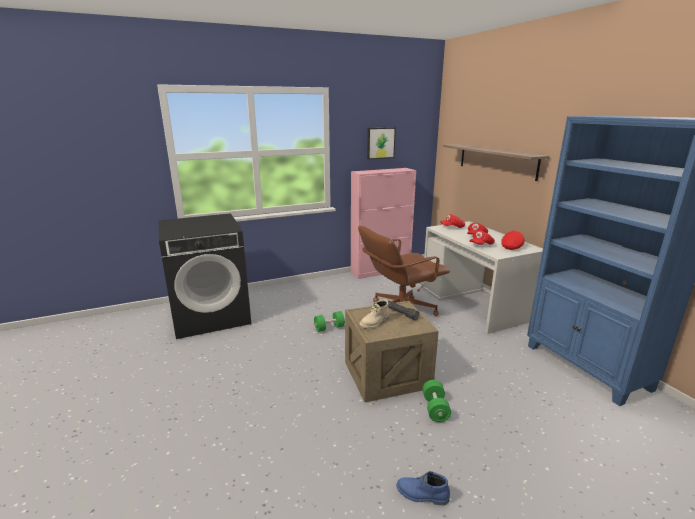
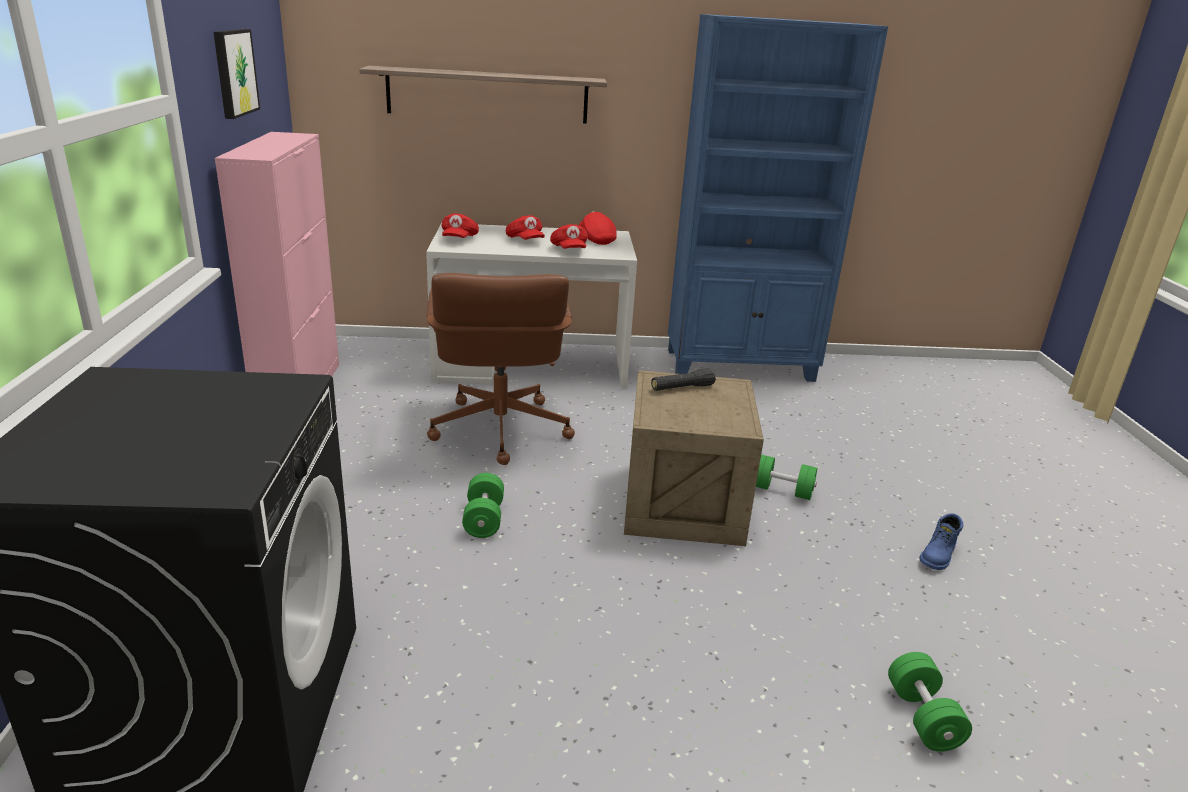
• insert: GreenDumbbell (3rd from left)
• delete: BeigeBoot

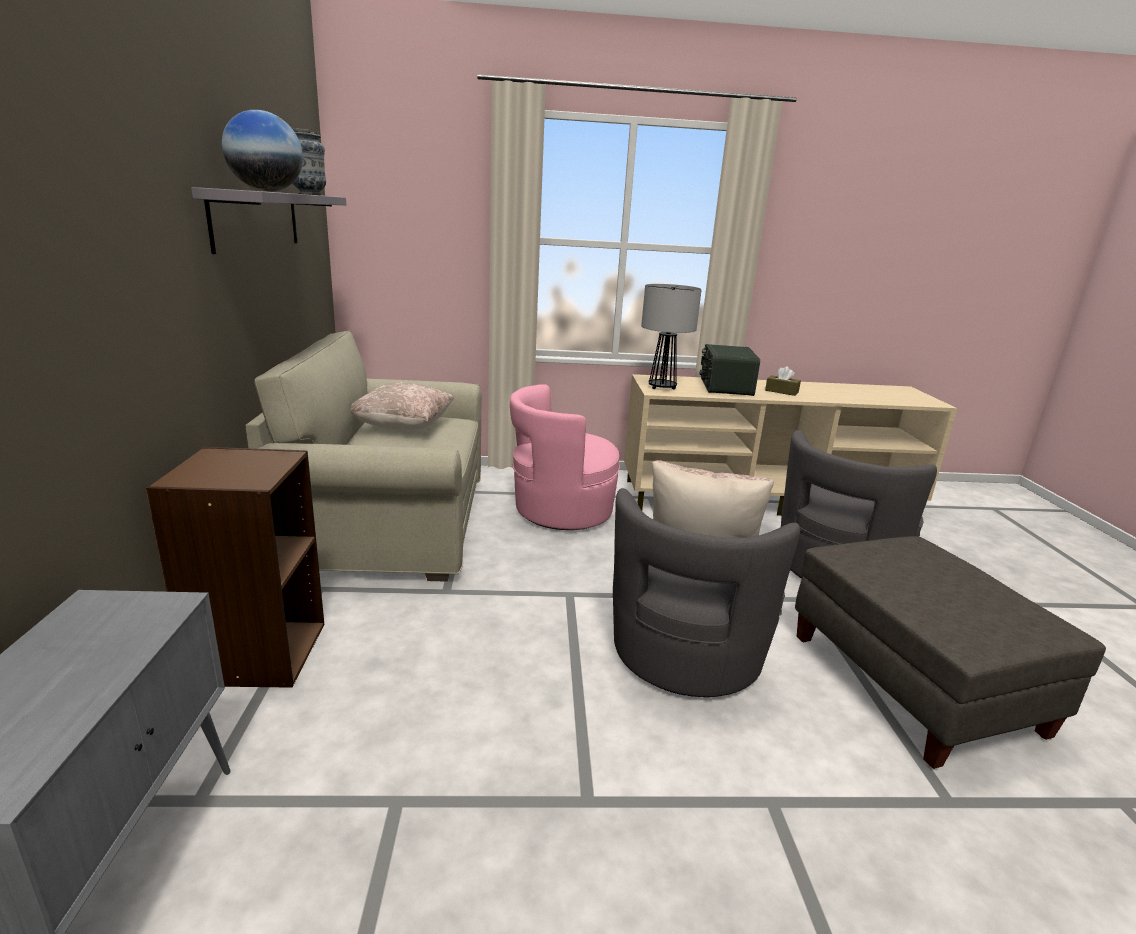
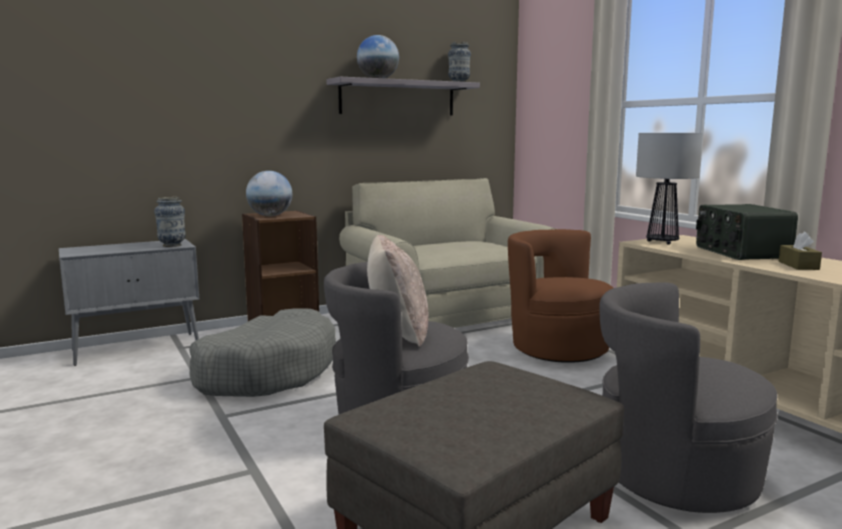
• insert: Vase (1st from left)
• insert: GreyDogBed
• insert: Globe (1st from left)
• recolor: PinkArmchair to BrownArmchair
• rotate: Radio 75 degrees counterclockwise
• delete: BeigePillow (1st from left)

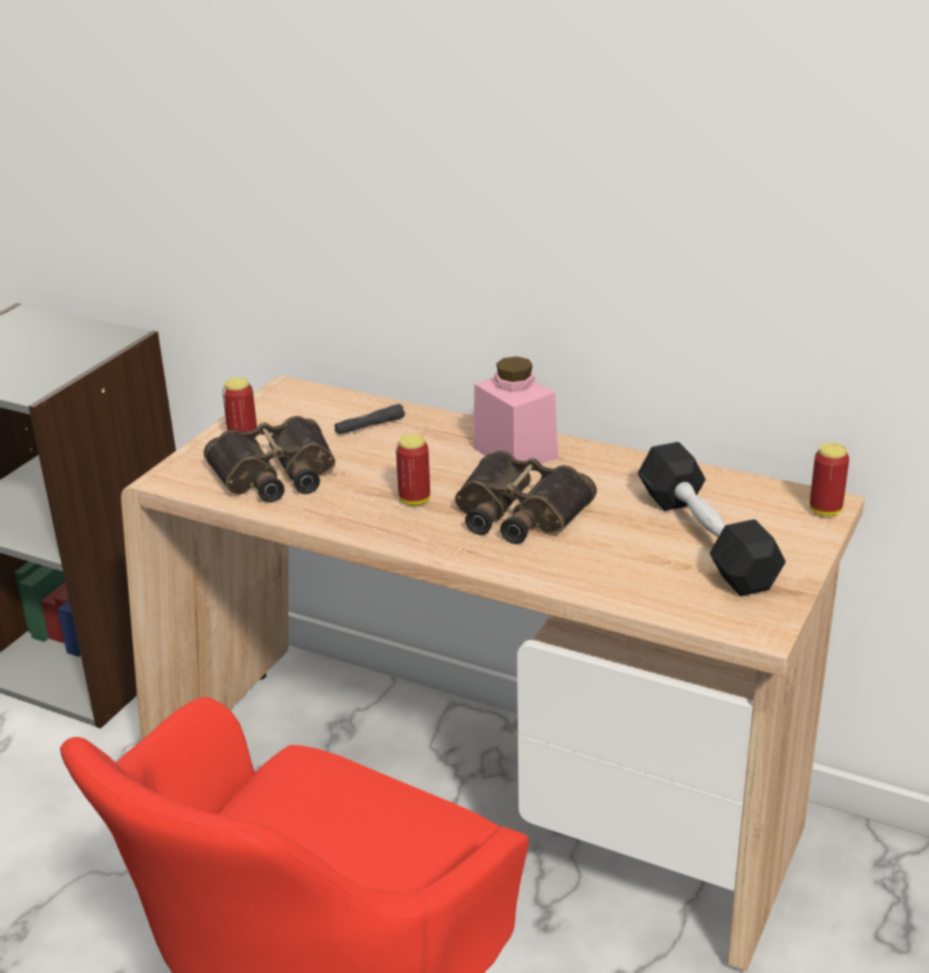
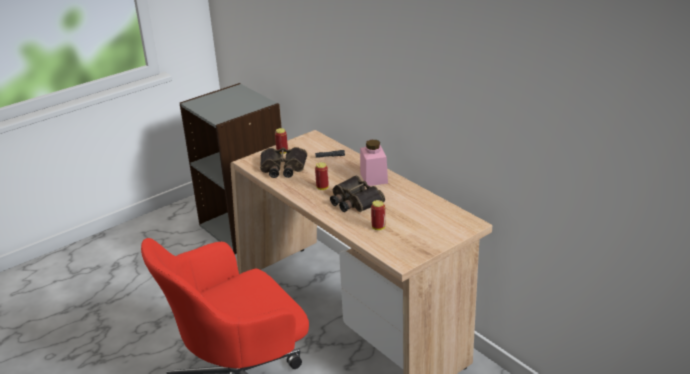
• move: Can (3rd from left)
• delete: BlackDumbbell

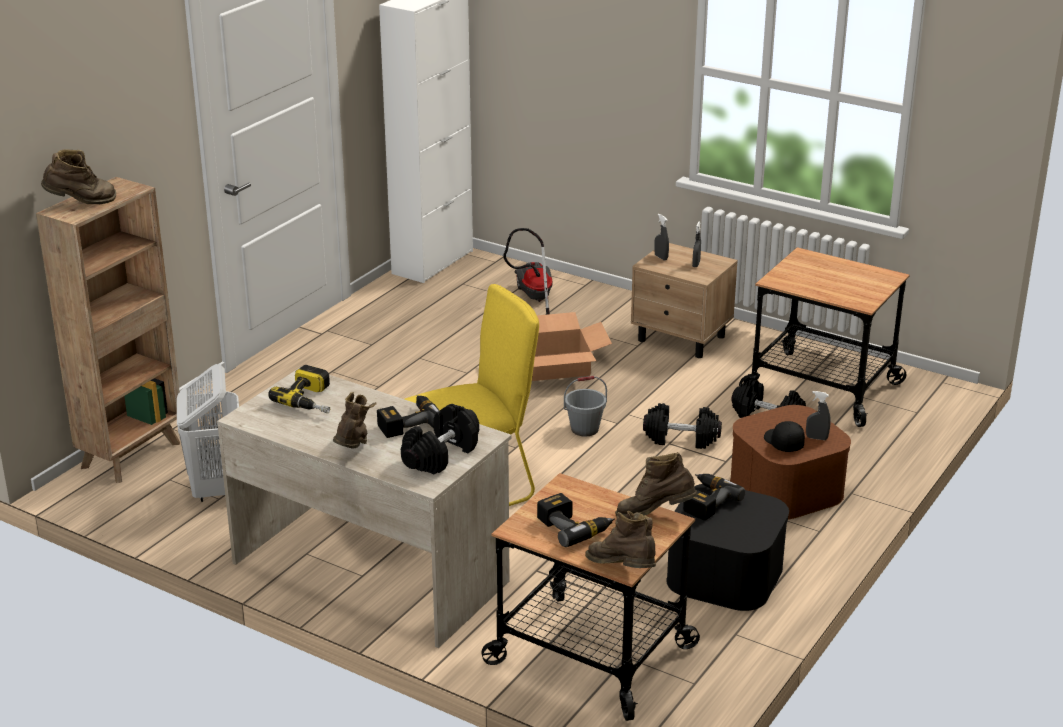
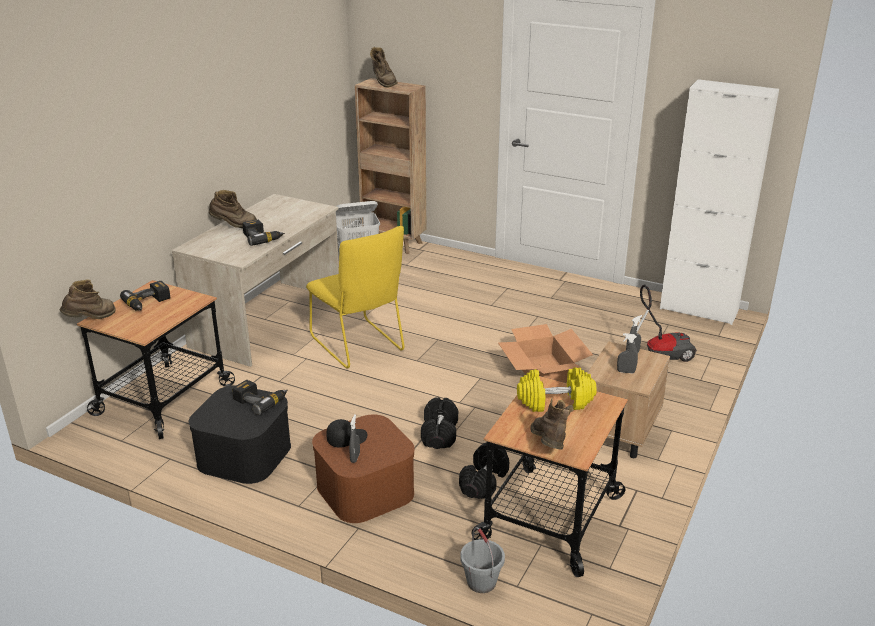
• move: GreyBucket
• insert: YellowDumbbell
• move: BrownBoot (4th from left)
• delete: PowerDrill (1st from left)
• delete: BlackDumbbell (1st from left)

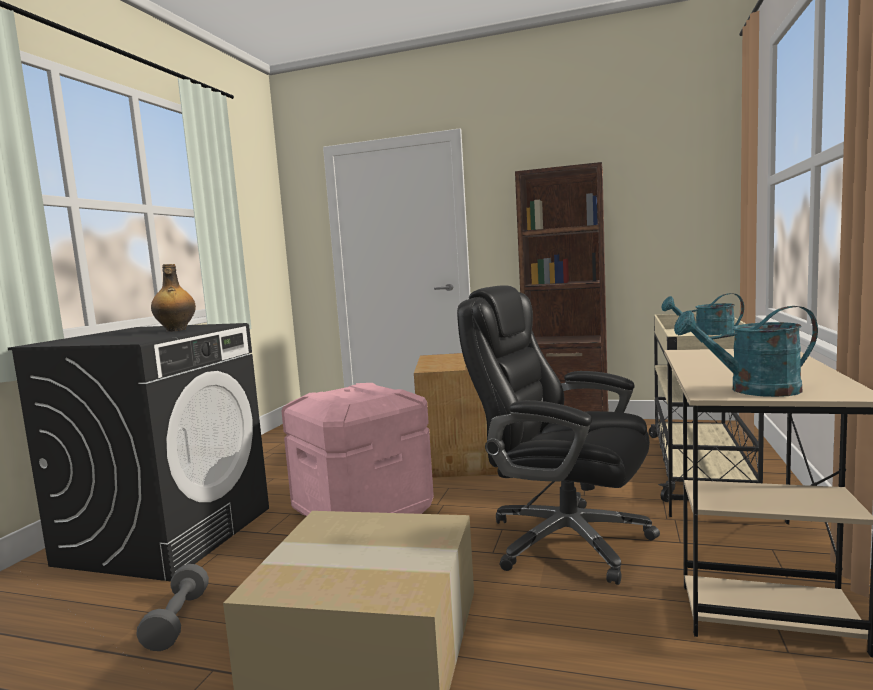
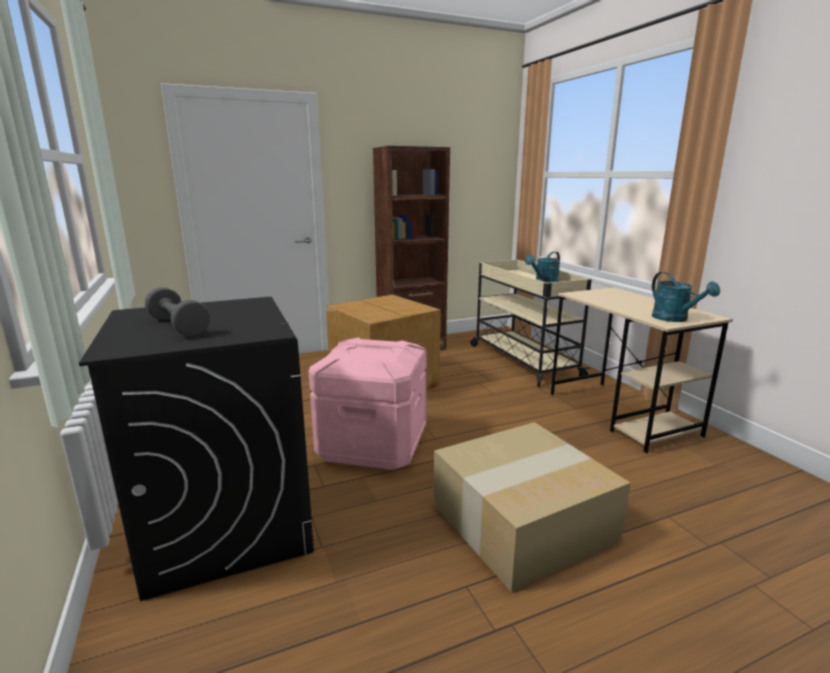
• move: GreyDumbbell
• rotate: TurquoiseWateringCan (2nd from left) 75 degrees counterclockwise
• delete: Bottle
• delete: BlackOfficeChair

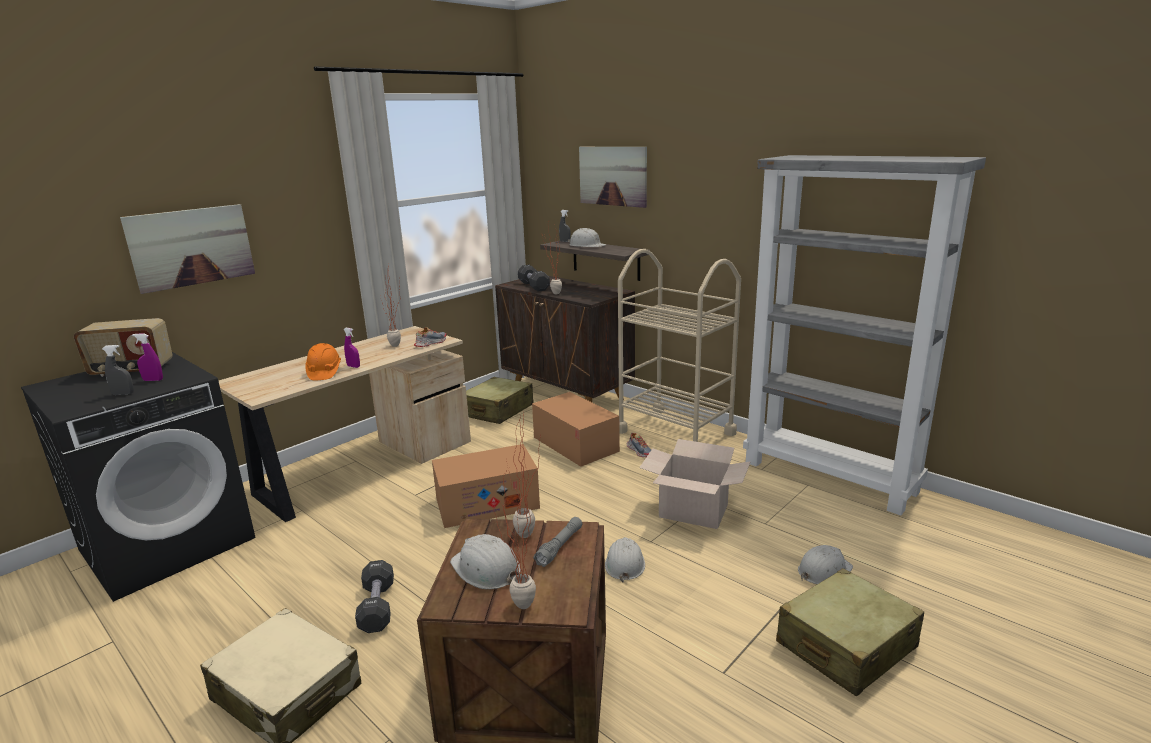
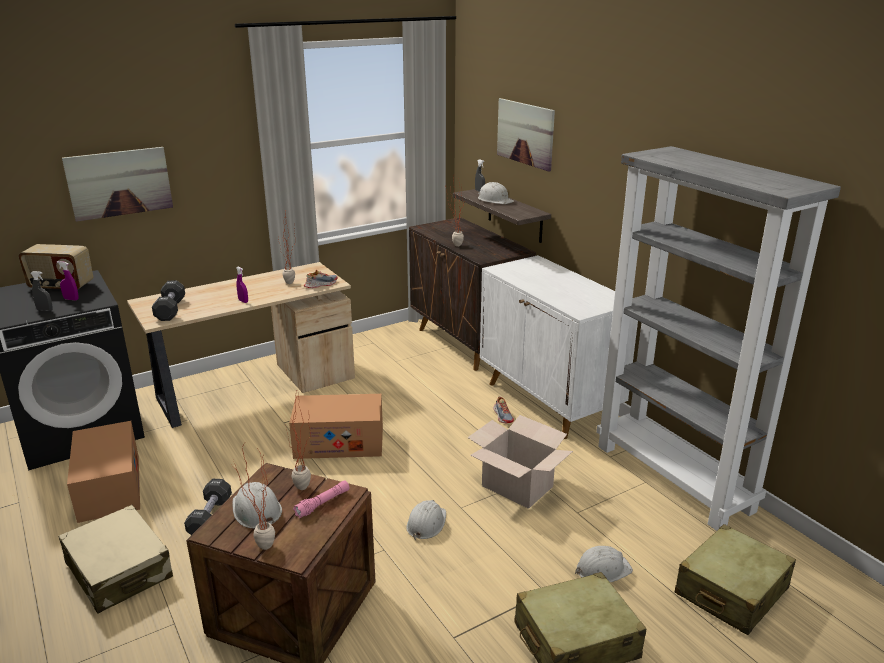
• move: CardboardBox (2nd from left in the first image) to CardboardBox (1st from left)
• move: BlackDumbbell (2nd from left in the first image) to BlackDumbbell (1st from left)
• recolor: GreyFlashlight to PinkFlashlight
• replace: BeigeCart to WhiteCabinet
• move: BeigeSuitcase (2nd from left in the first image) to BeigeSuitcase (3rd from left)
• delete: OrangeHardHat

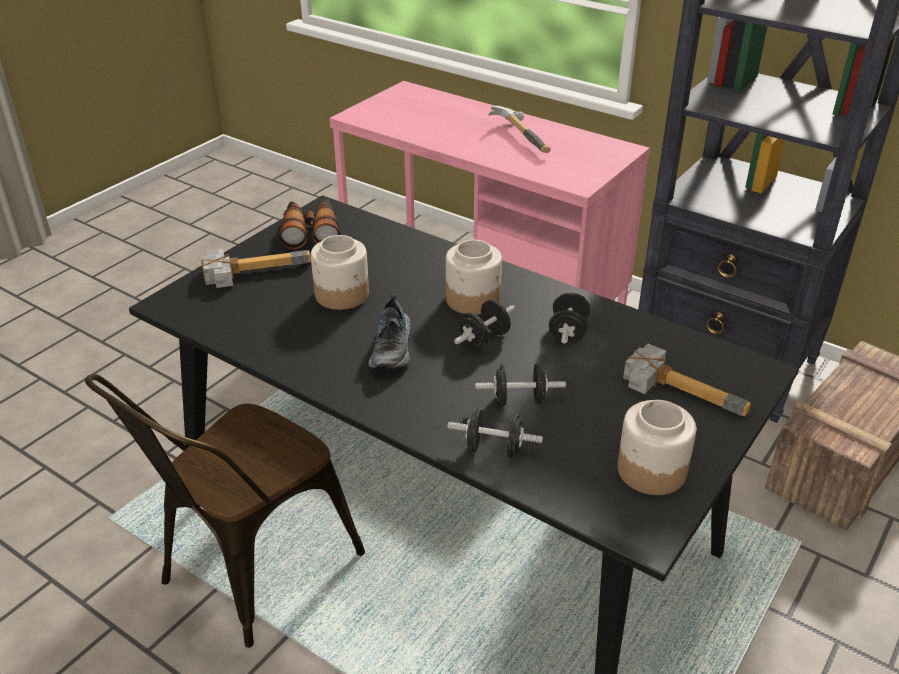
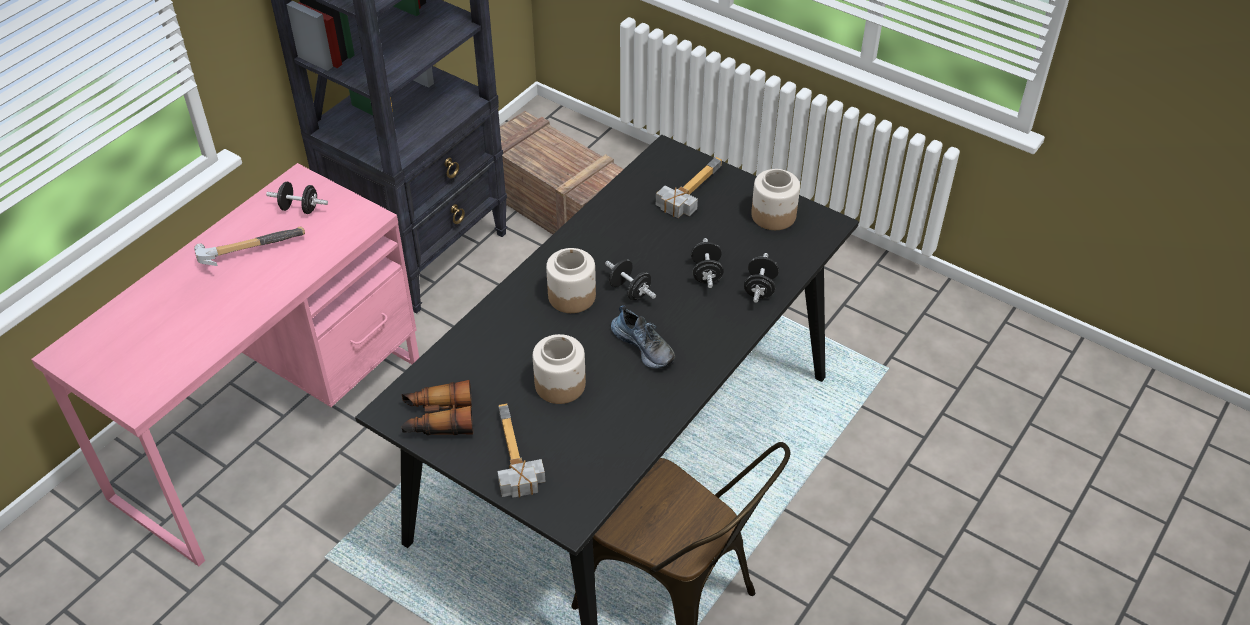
• move: BlackDumbbell (4th from left in the first image) to BlackDumbbell (1st from left)
• rotate: Shoe 45 degrees clockwise

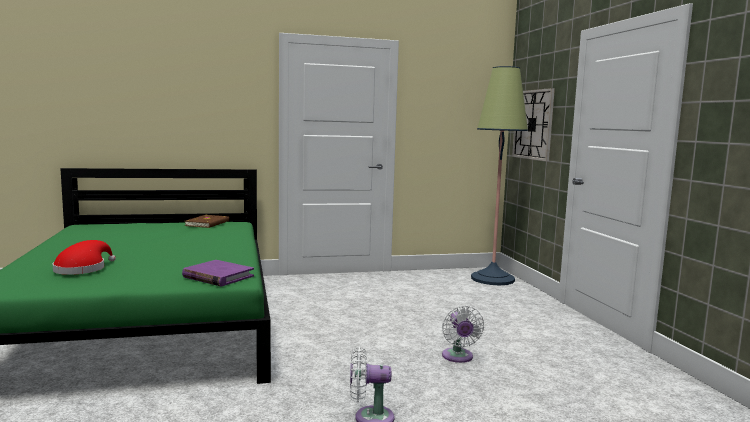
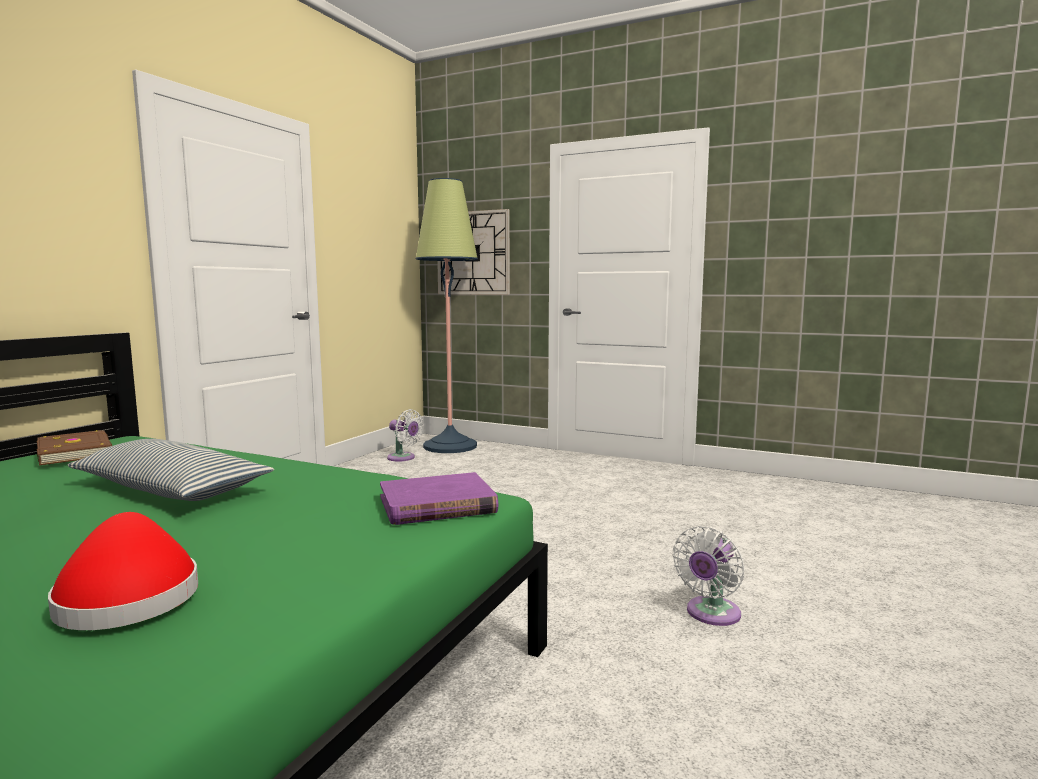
• insert: Pillow
• move: WhiteFan (2nd from left in the first image) to WhiteFan (1st from left)

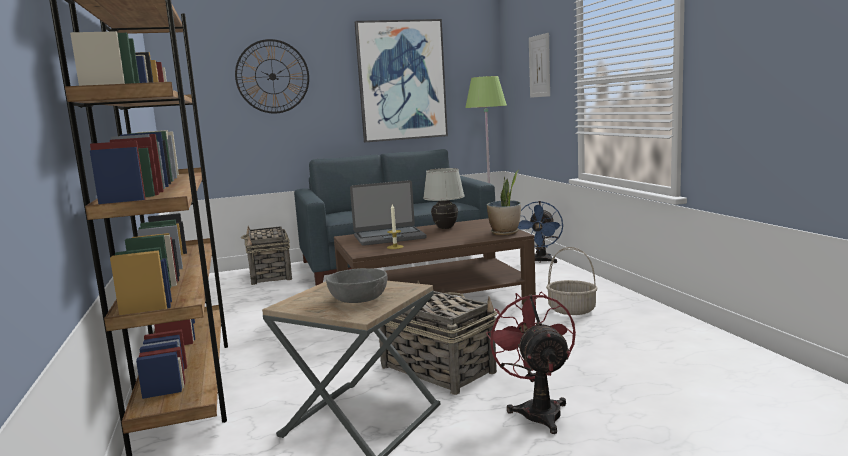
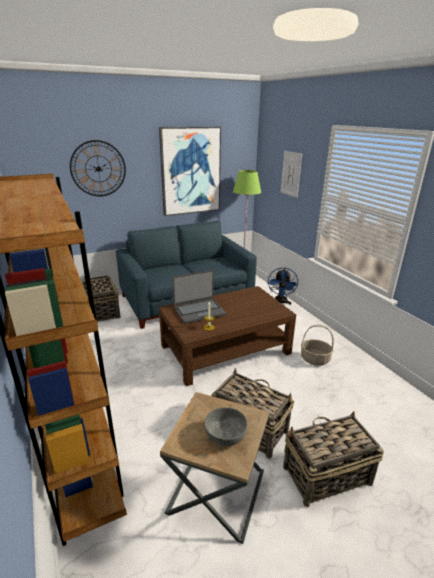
• replace: RedFan to Basket (4th from left)
• delete: WhiteTableLamp
• delete: PottedPlant

